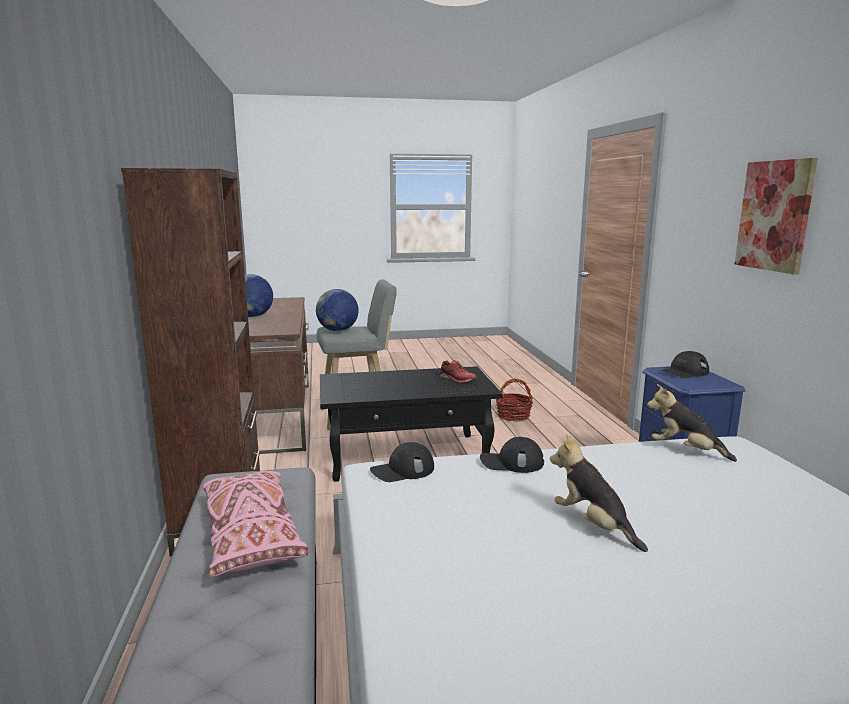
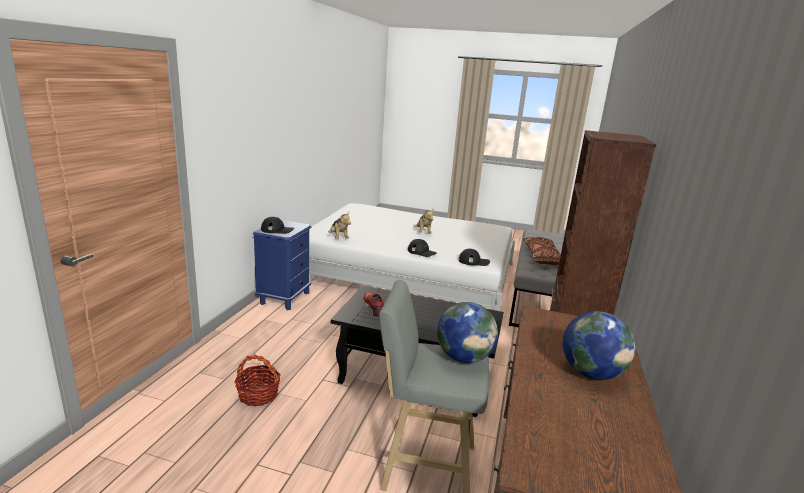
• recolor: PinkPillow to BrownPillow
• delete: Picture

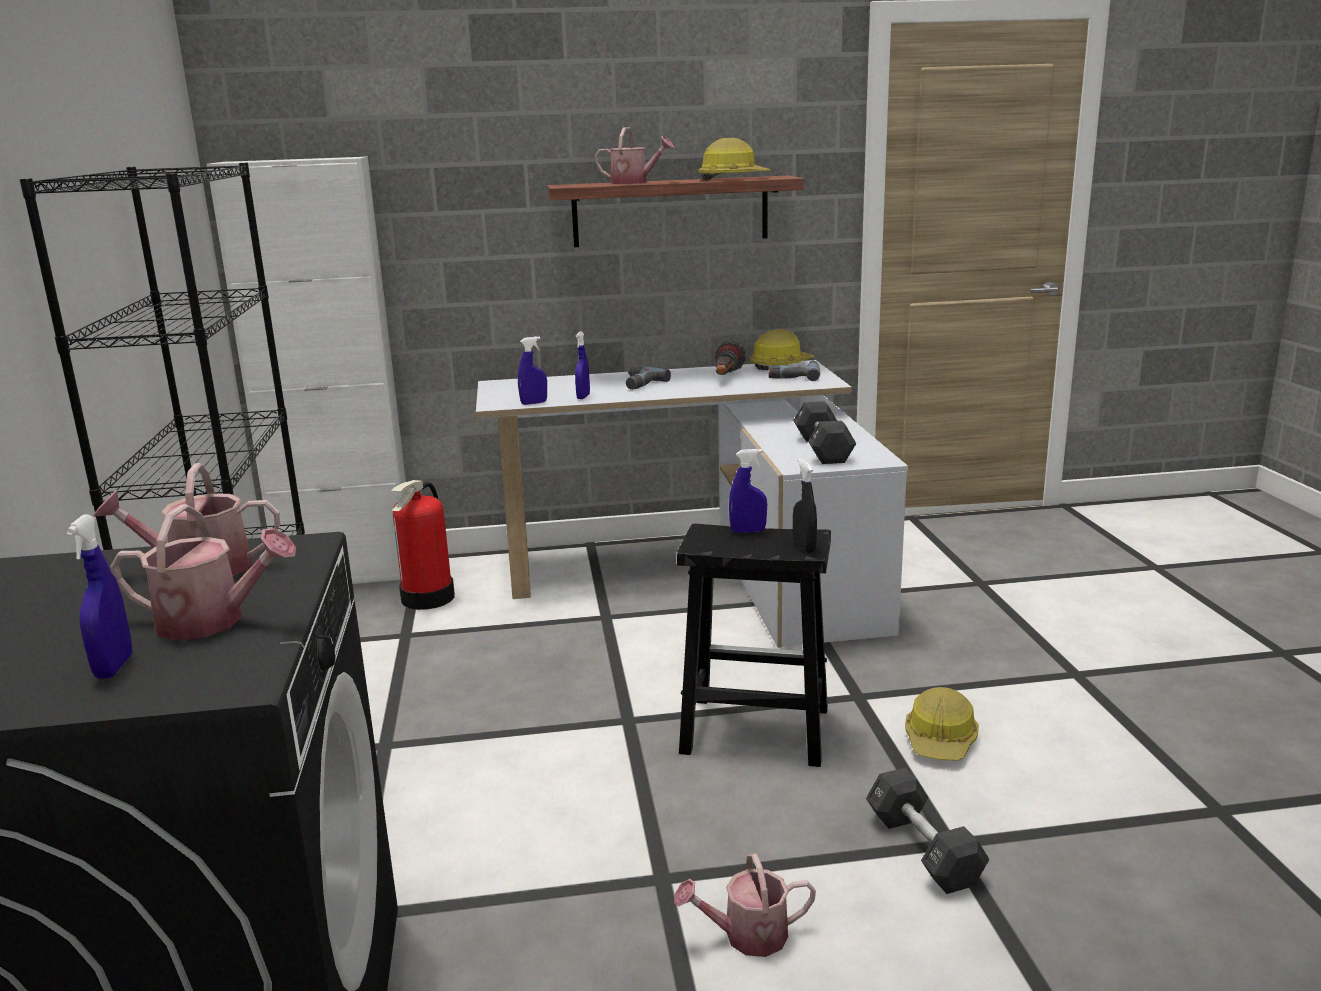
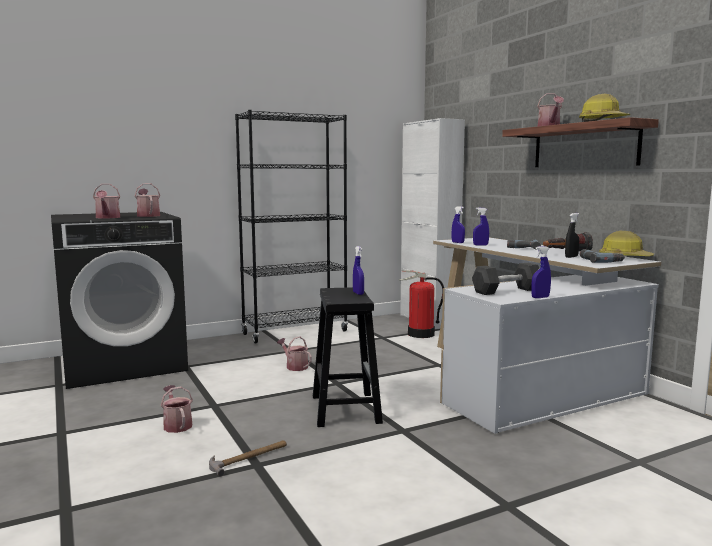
• replace: BlackDumbbell (2nd from left) to Hammer
• insert: WateringCan (4th from left)
• move: BlueSprayBottle (1st from left in the first image) to BlueSprayBottle (4th from left)
• move: BlackSprayBottle
• delete: HardHat (3rd from left)

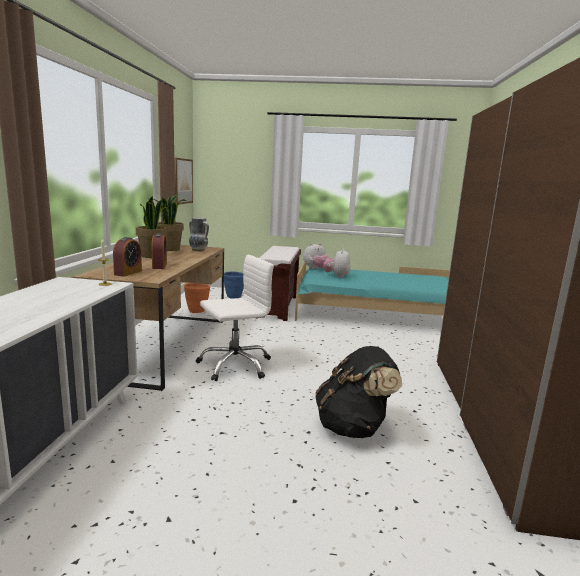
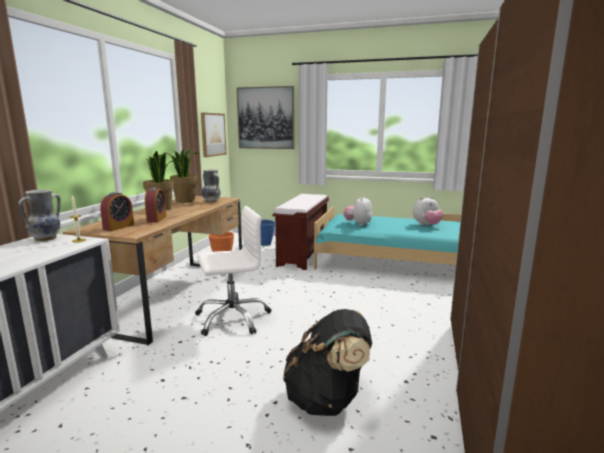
• insert: Vase (1st from left)
• insert: Picture (2nd from left)
• move: PlushToy (1st from left in the first image) to PlushToy (2nd from left)

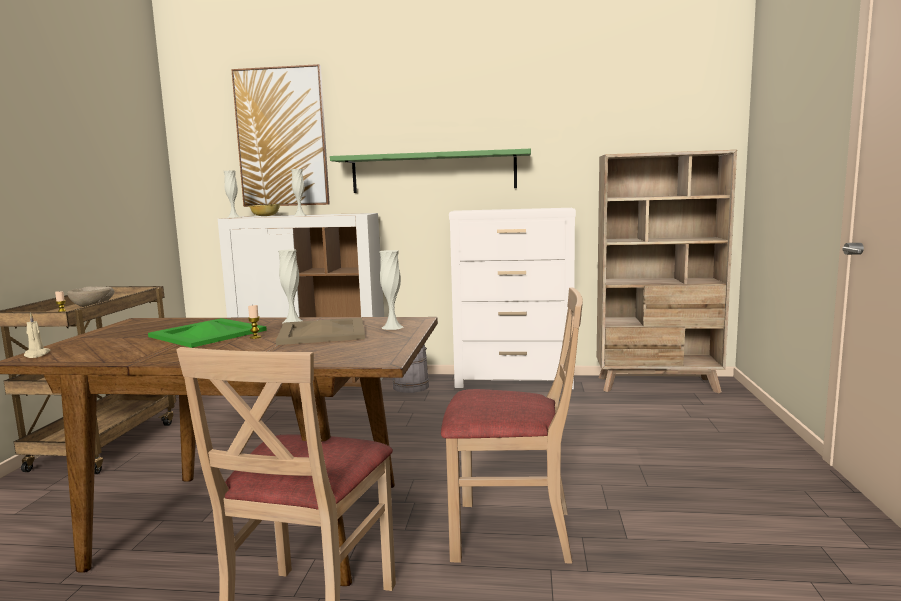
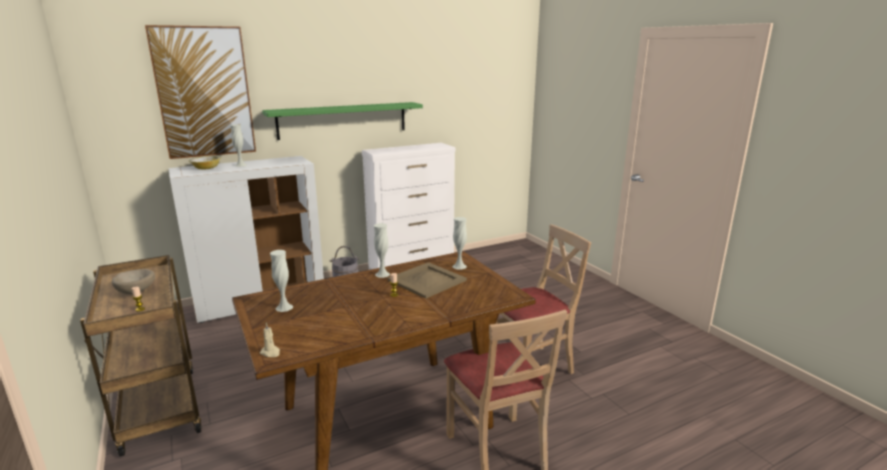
• move: WhiteVase (1st from left in the first image) to WhiteVase (2nd from left)
• delete: GreenTray
• delete: BeigeBookcase

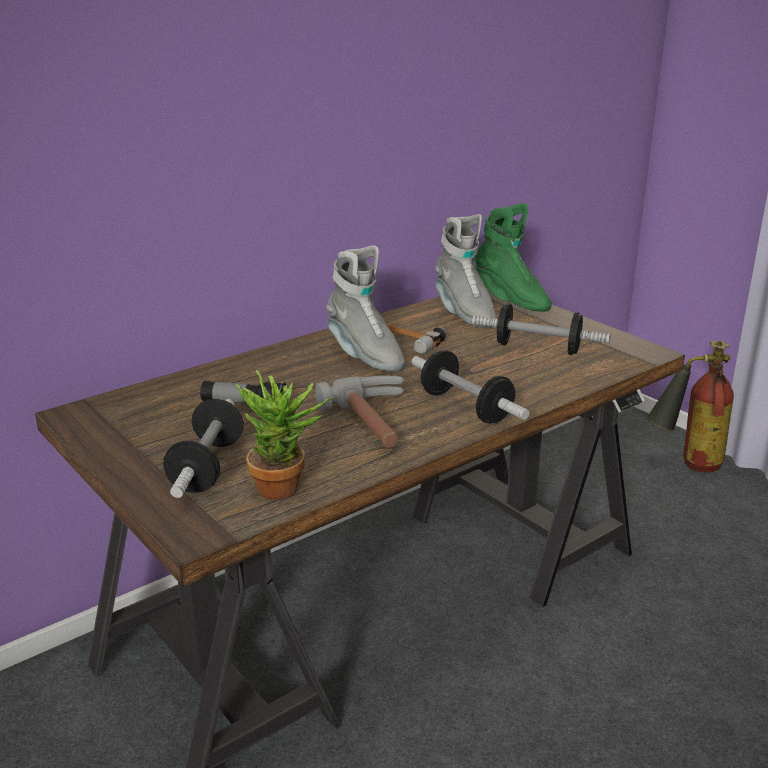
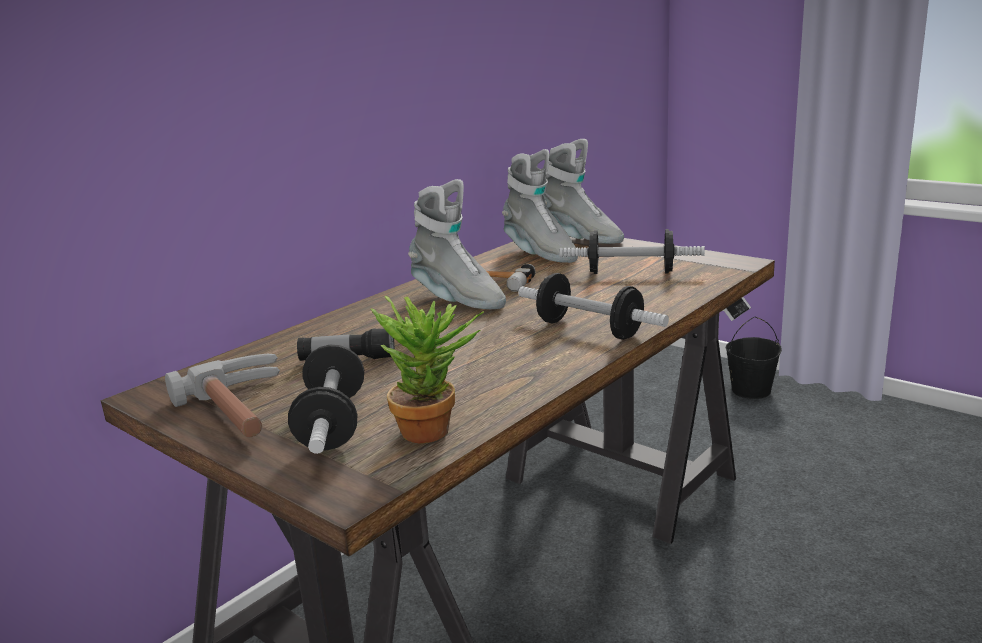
• move: Hammer (1st from left)
• recolor: GreenBoot to GreyBoot (3rd from left)
• replace: FireExtinguisher to BlackBucket

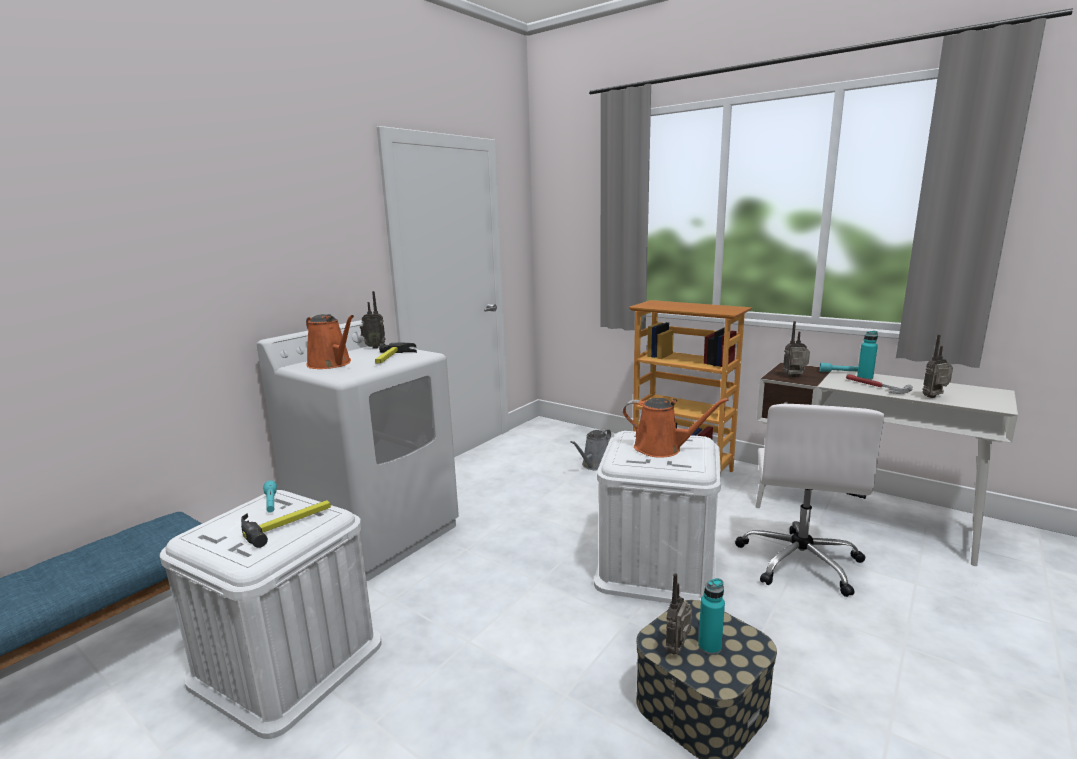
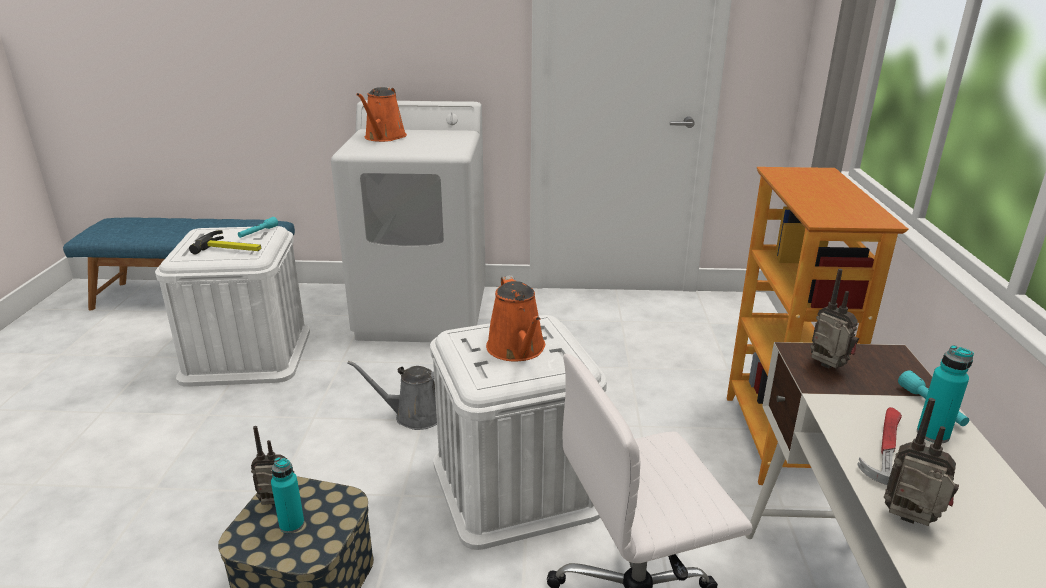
• move: GreyWateringCan
• delete: Radio (1st from left)
• delete: Hammer (2nd from left)

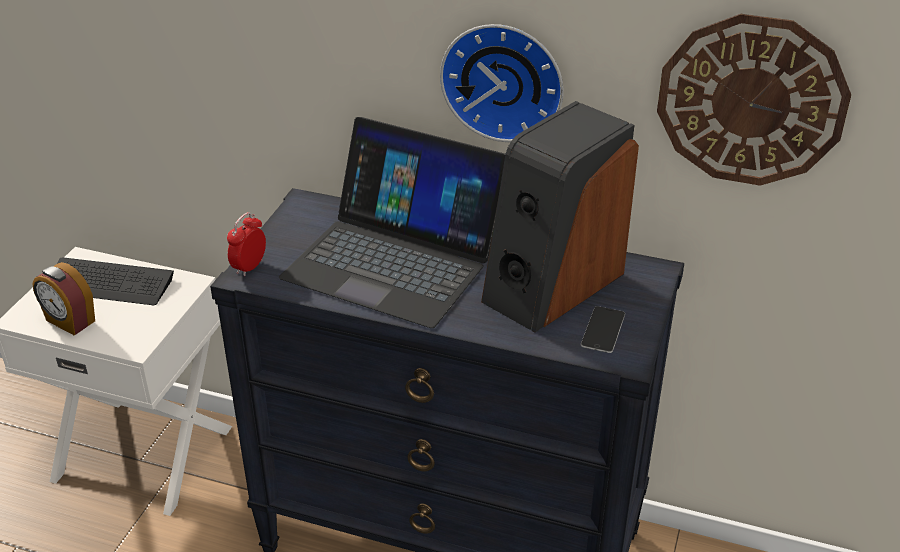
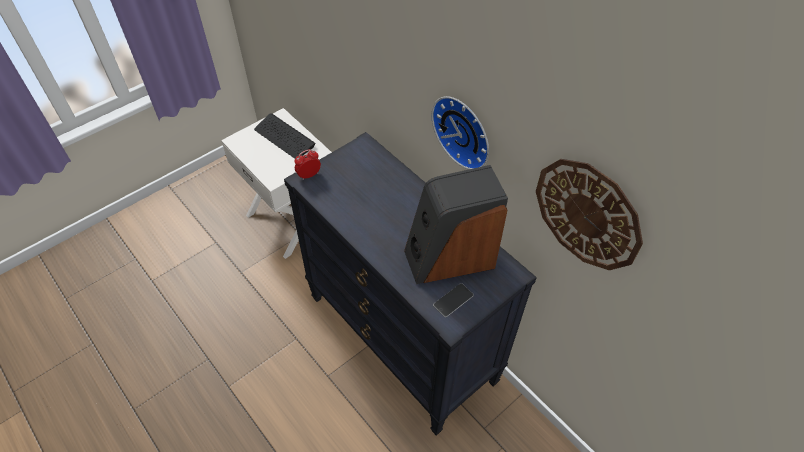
• delete: AlarmClock (1st from left)
• delete: Laptop

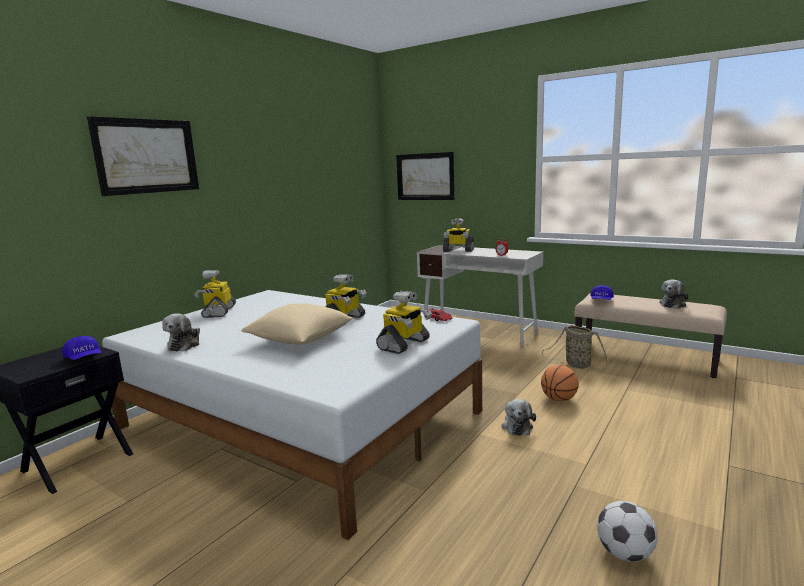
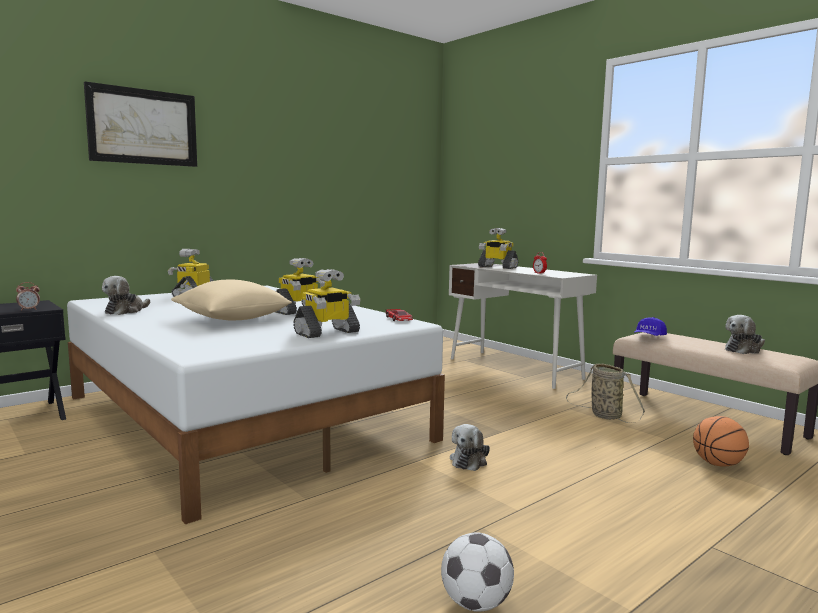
• replace: BlueCap (1st from left) to AlarmClock (1st from left)
• move: Basketball
• delete: Picture (2nd from left)

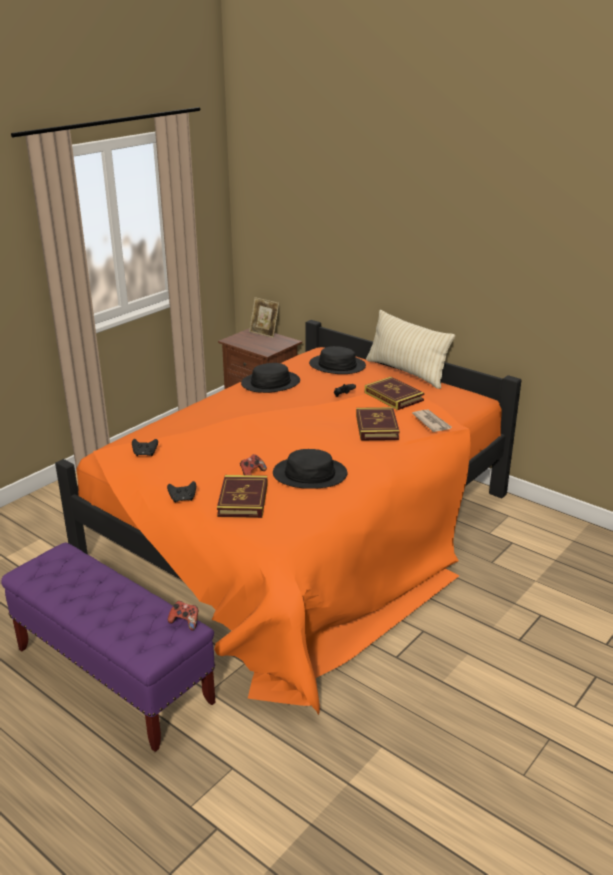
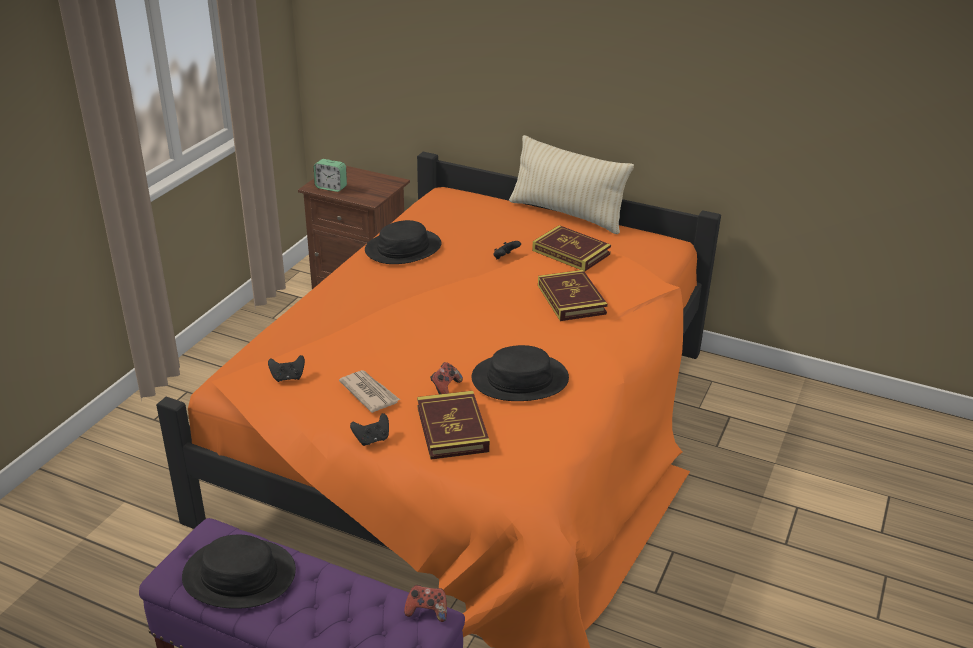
• move: BlackHat (3rd from left in the first image) to BlackHat (1st from left)
• insert: AlarmClock
• move: Newspaper
• delete: PictureFrame

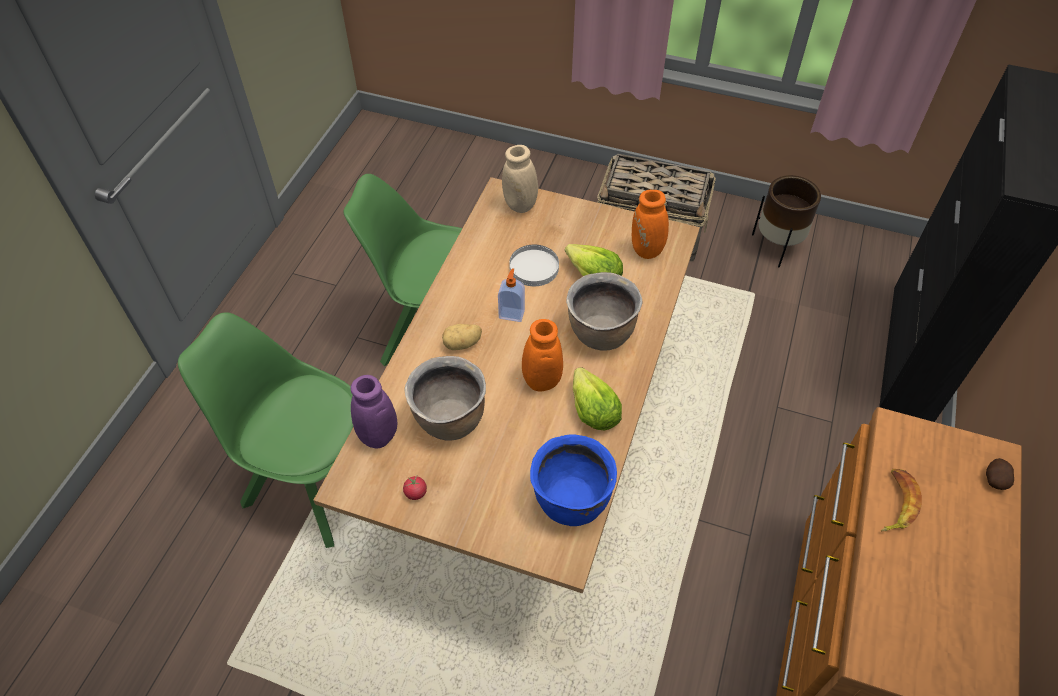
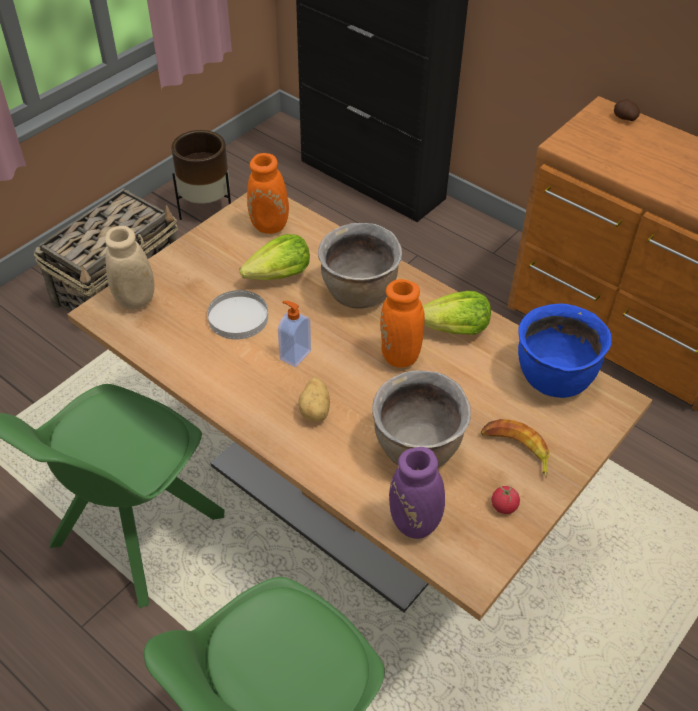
• move: Banana

